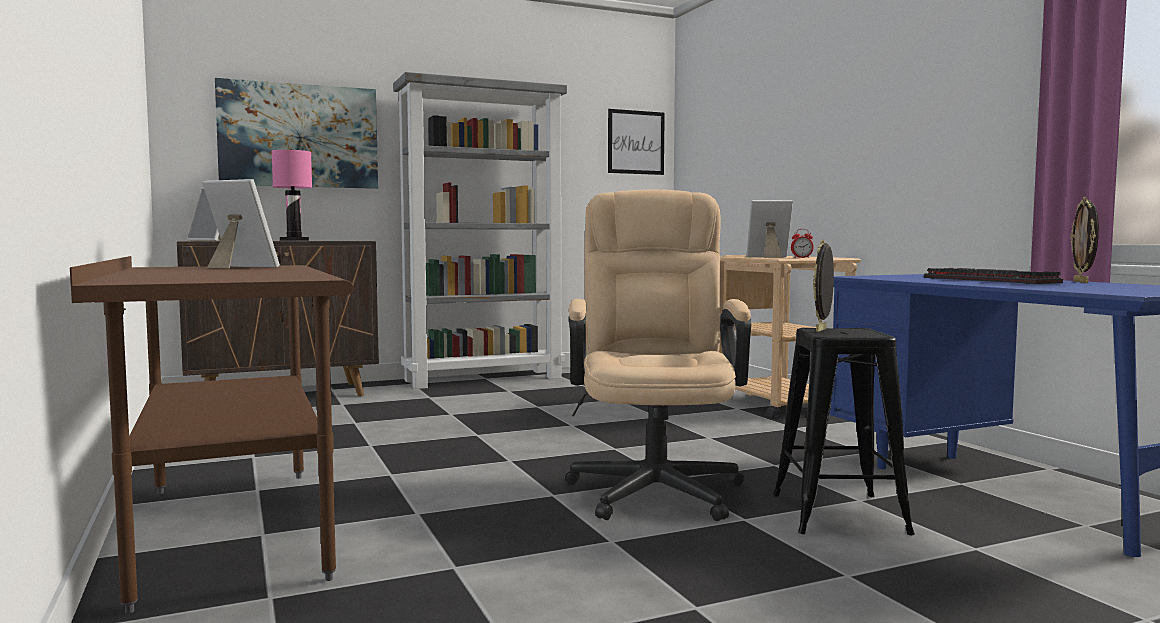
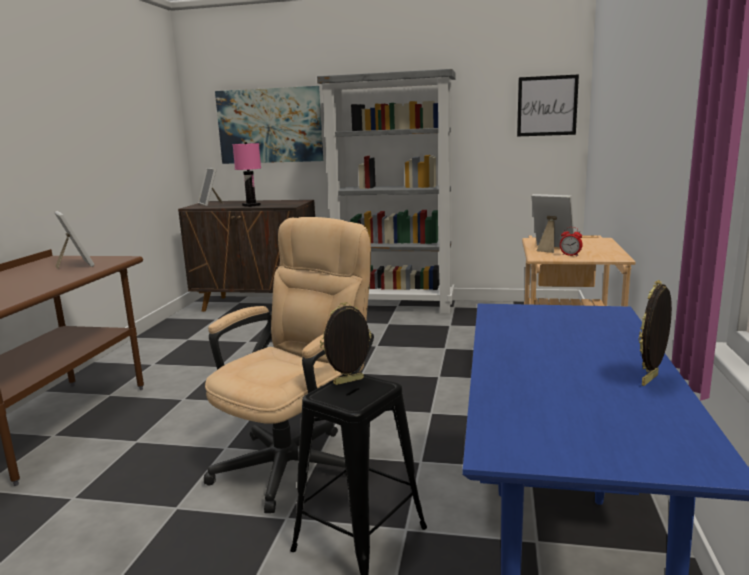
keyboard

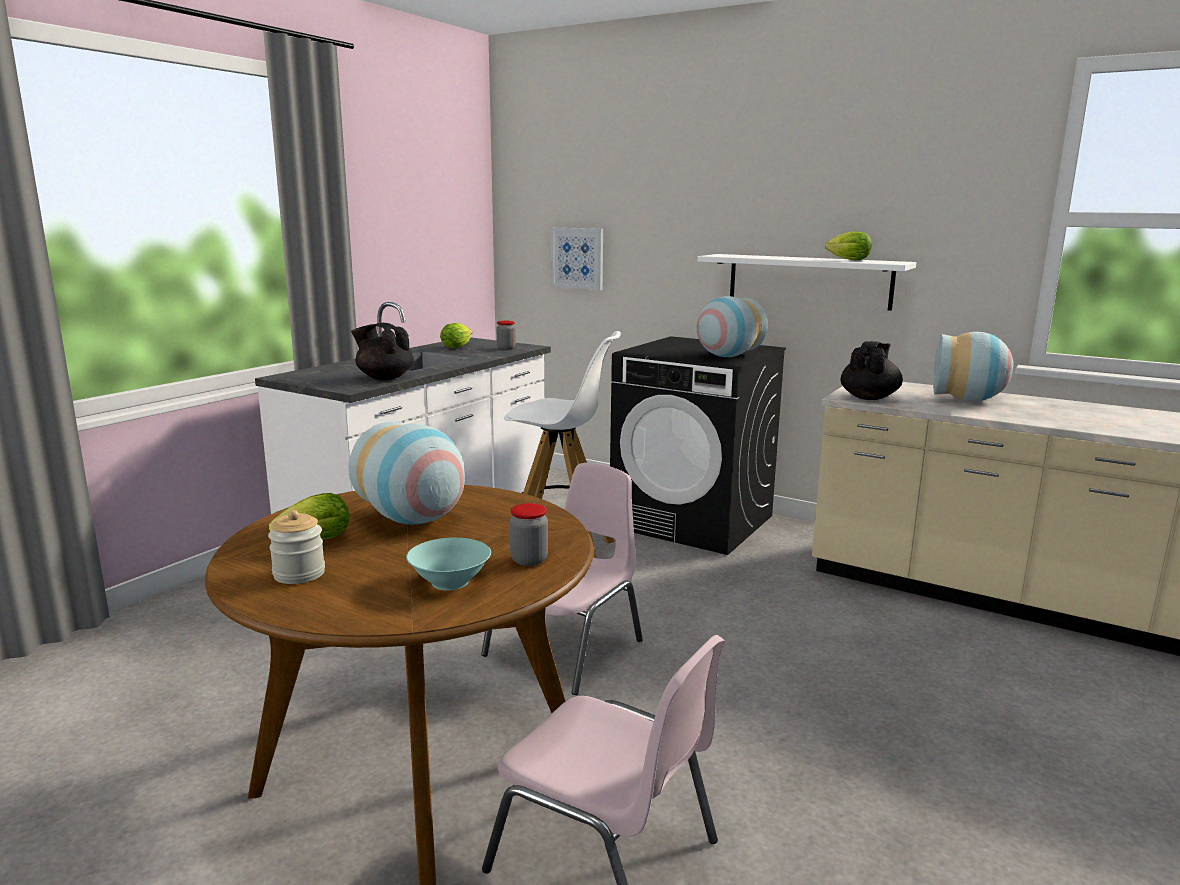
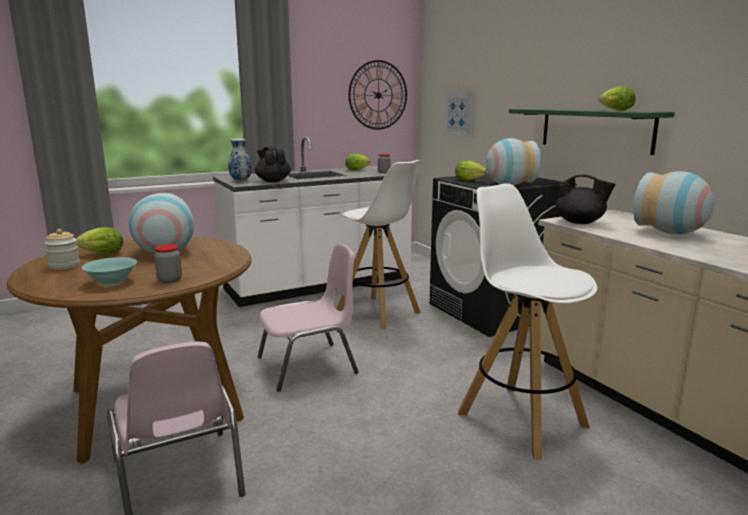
shelf (green)
teapot (black) (2nd from left)
vase (2nd from left)
wall clock
lettuce (3rd from left)
stool (white) (2nd from left)

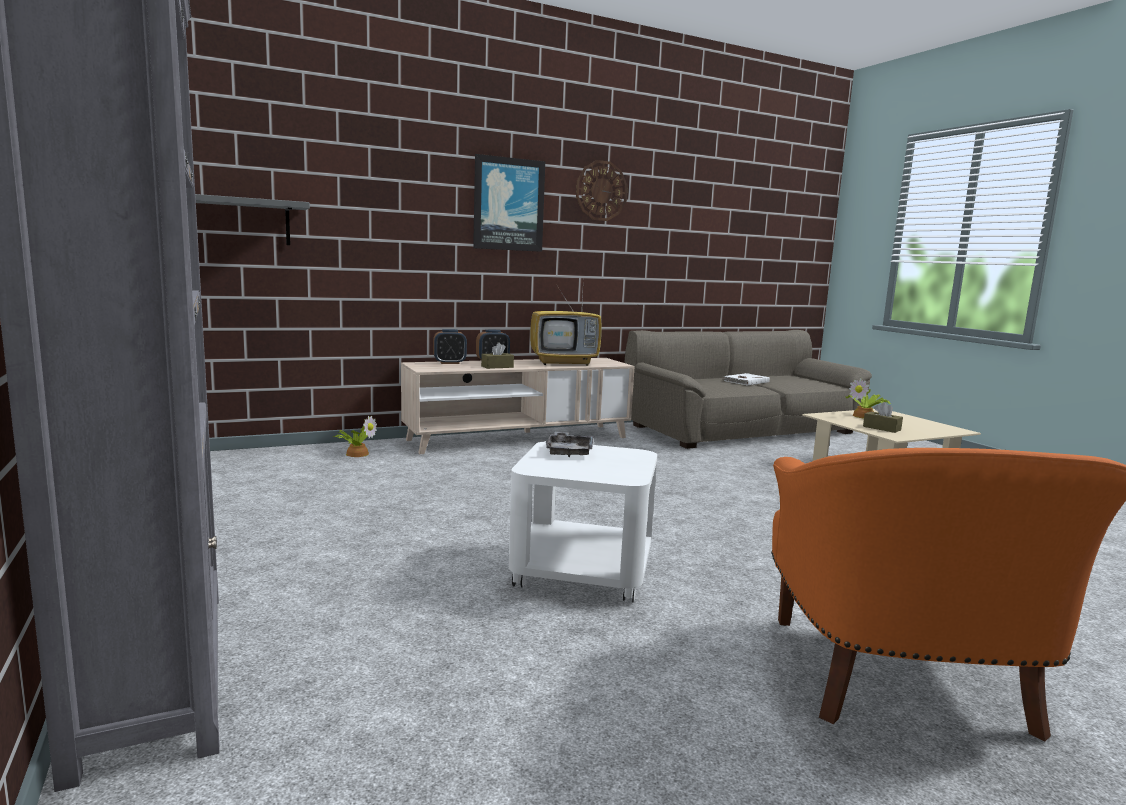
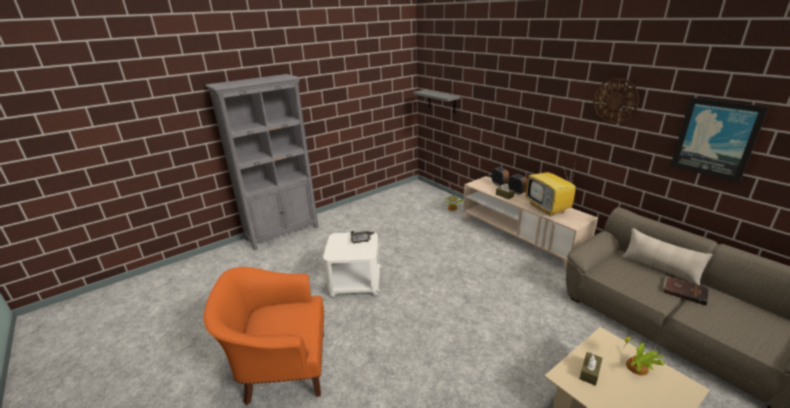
picture
book (brown)
pillow (beige)

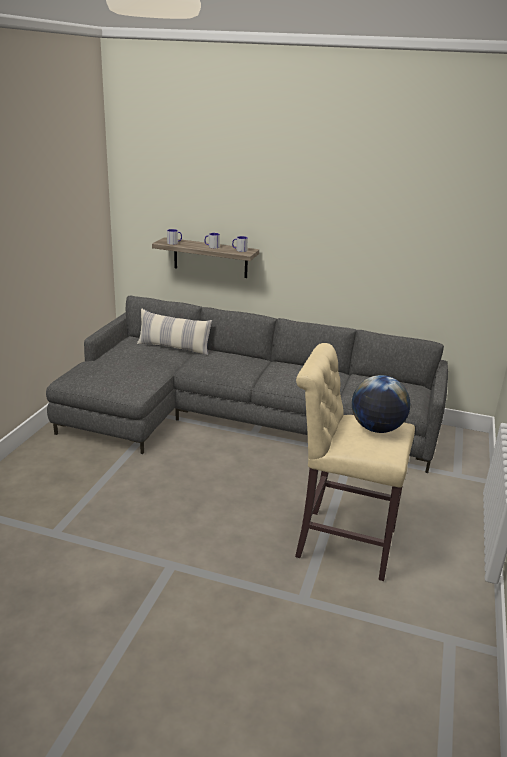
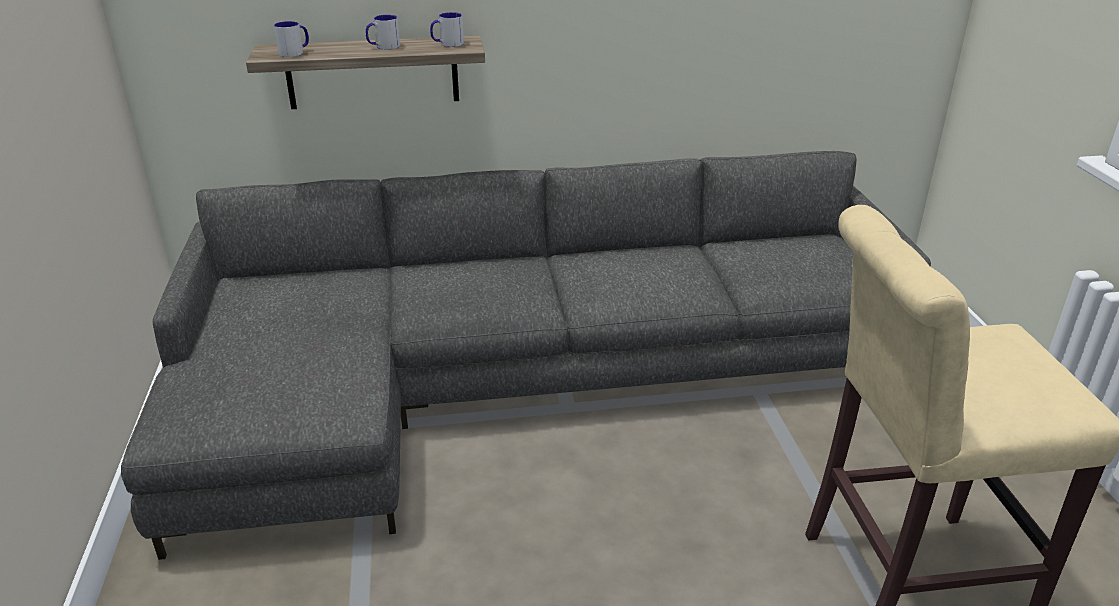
pillow
globe

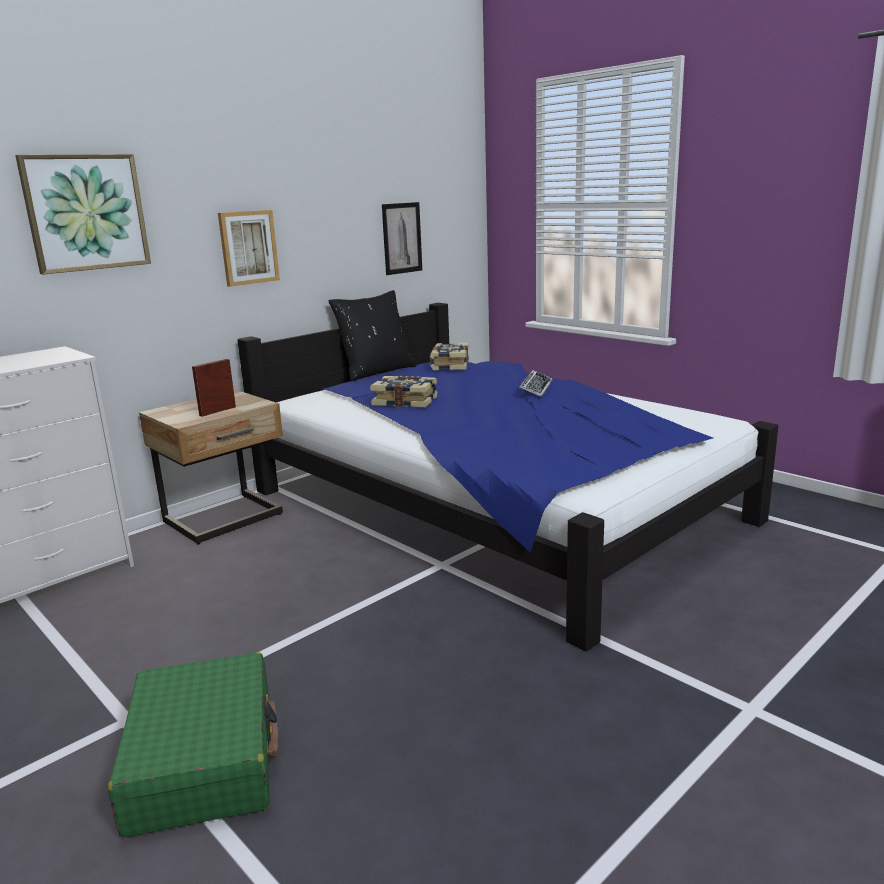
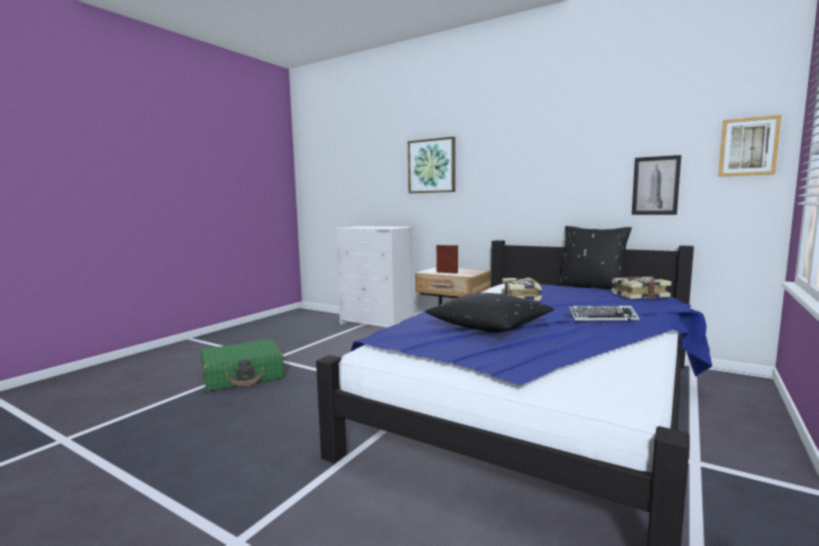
picture (3rd from left)
pillow (black) (1st from left)

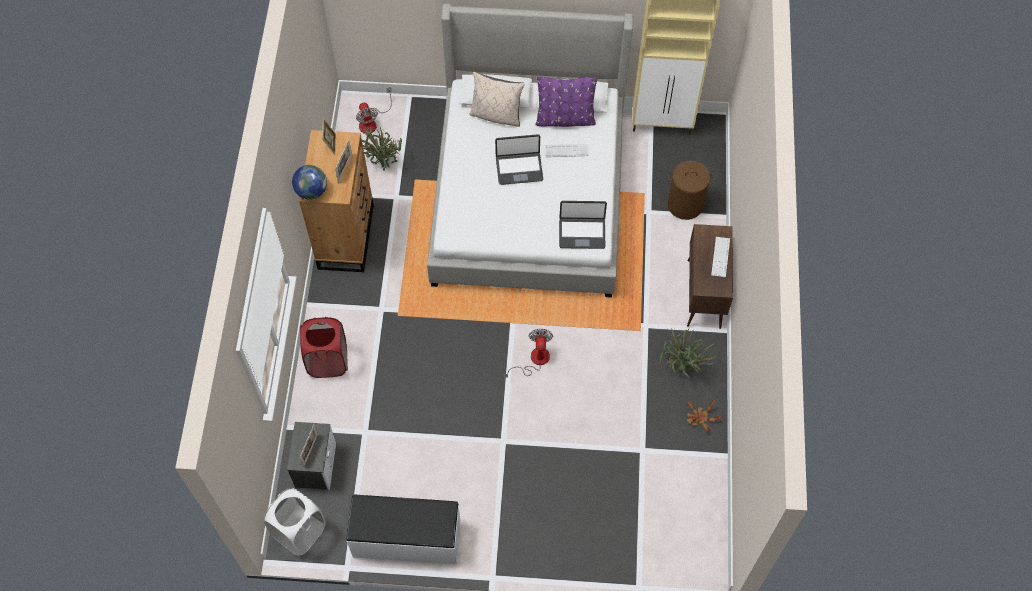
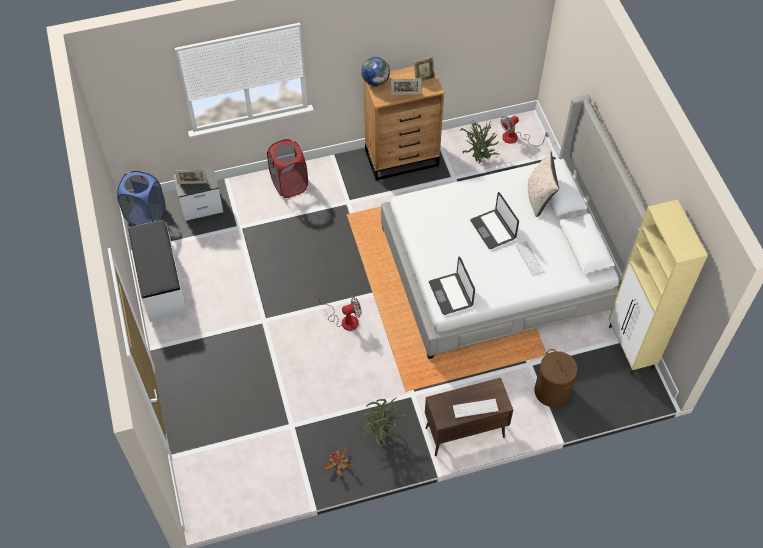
laundry basket (blue)
pillow (purple)

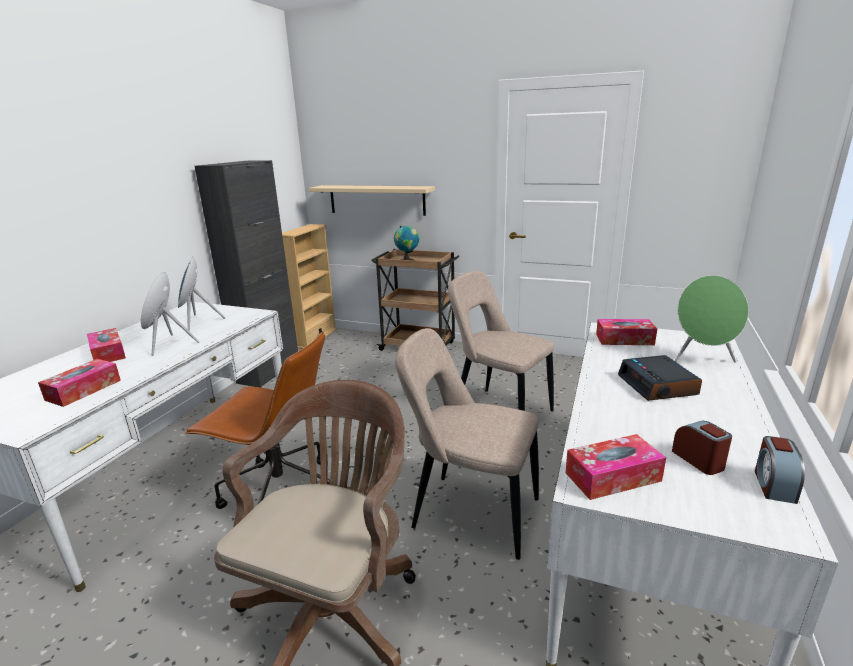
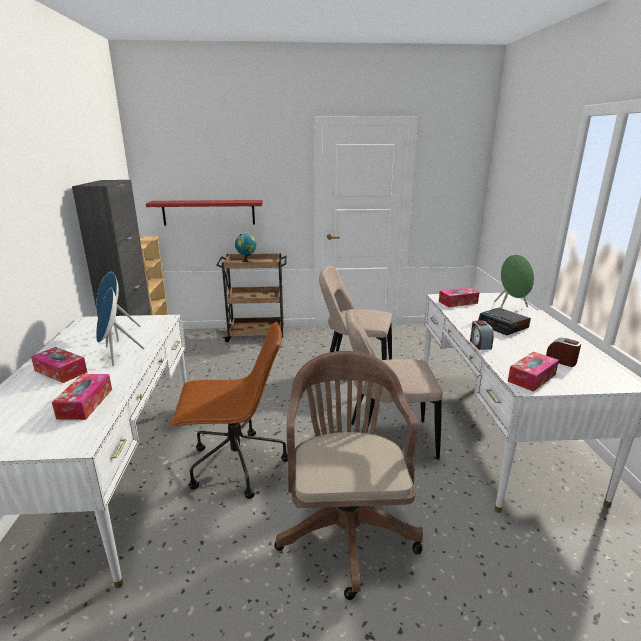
shelf (red)
alarm clock (1st from left)

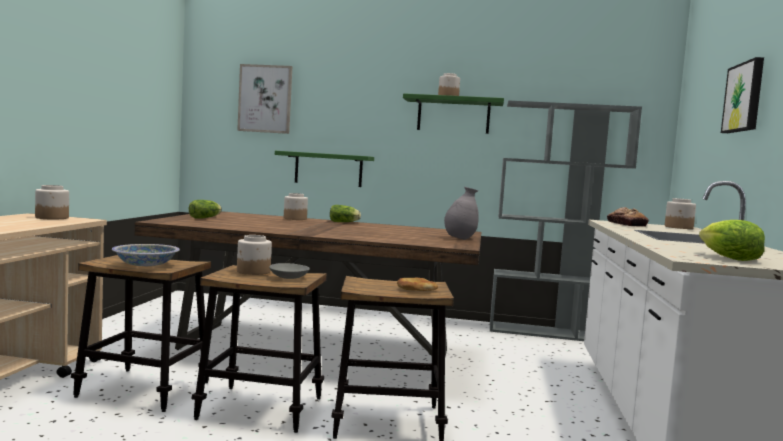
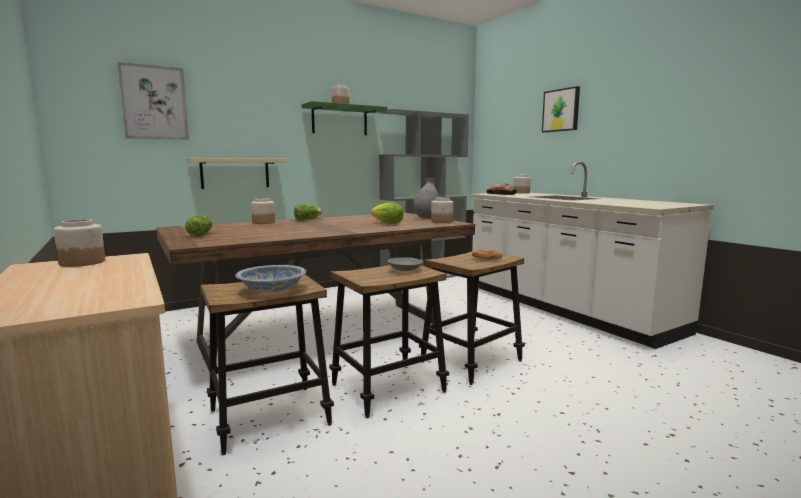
jar (4th from left)
shelf (beige)
lettuce (3rd from left)

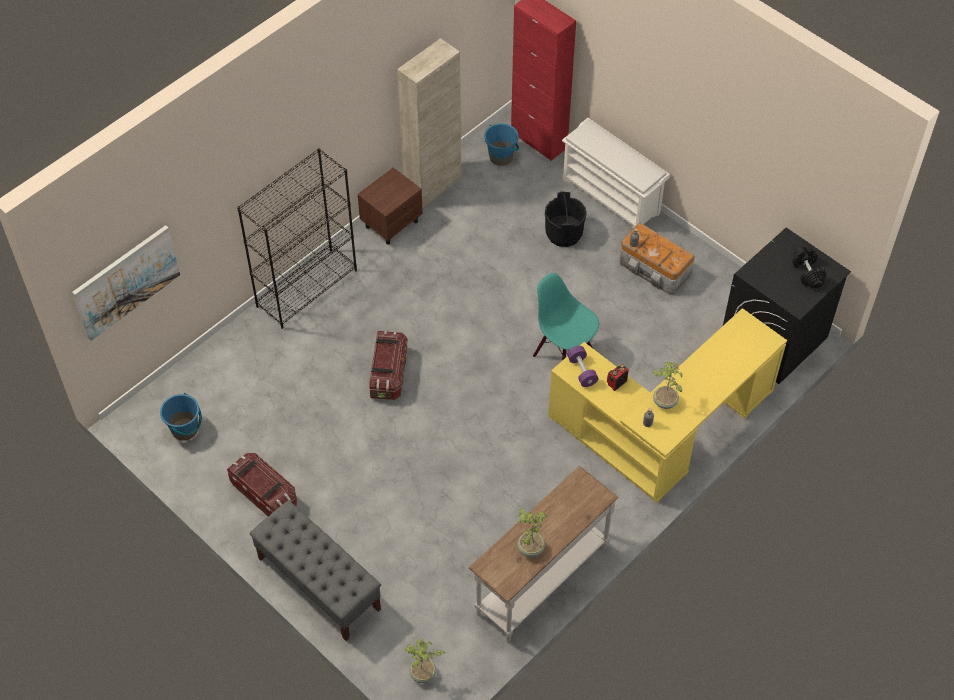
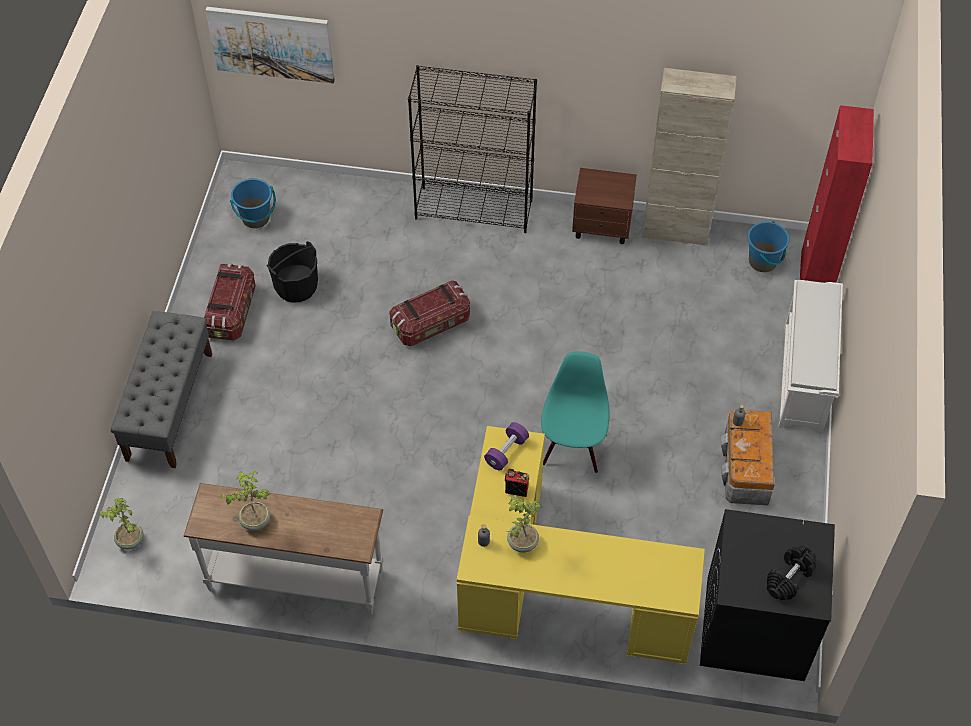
bucket (black)

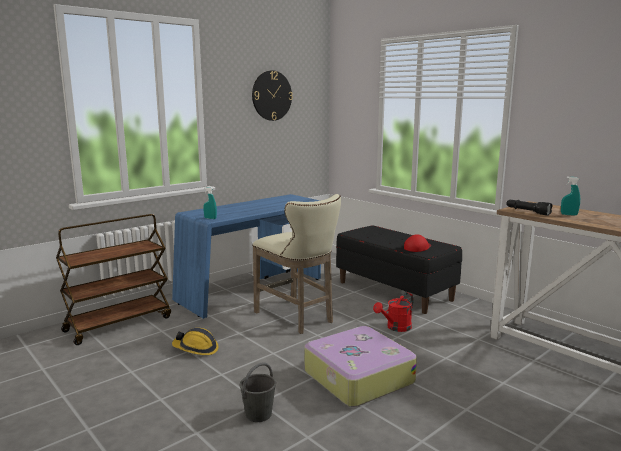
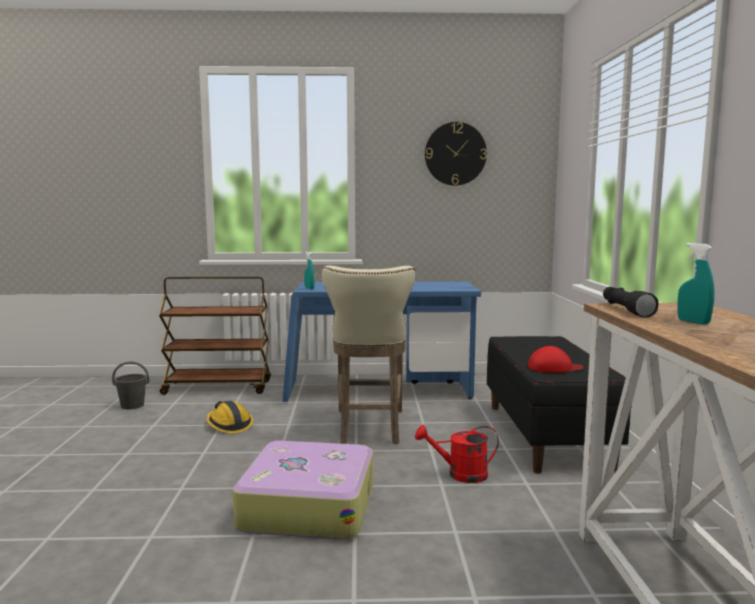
bucket (grey)

